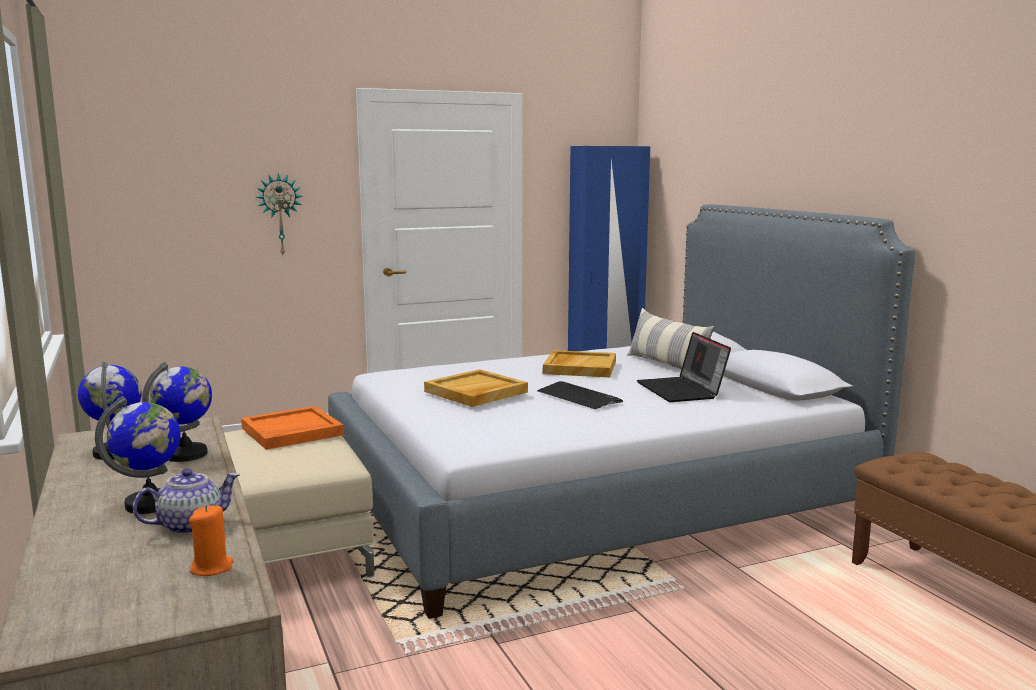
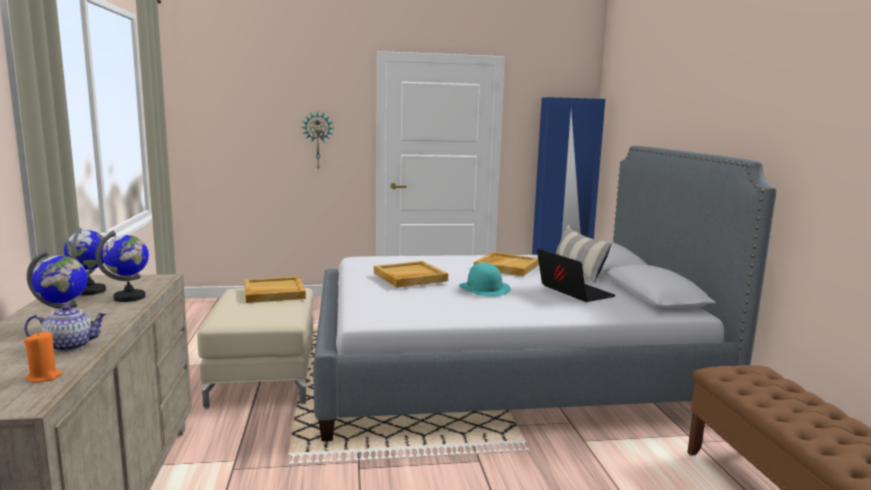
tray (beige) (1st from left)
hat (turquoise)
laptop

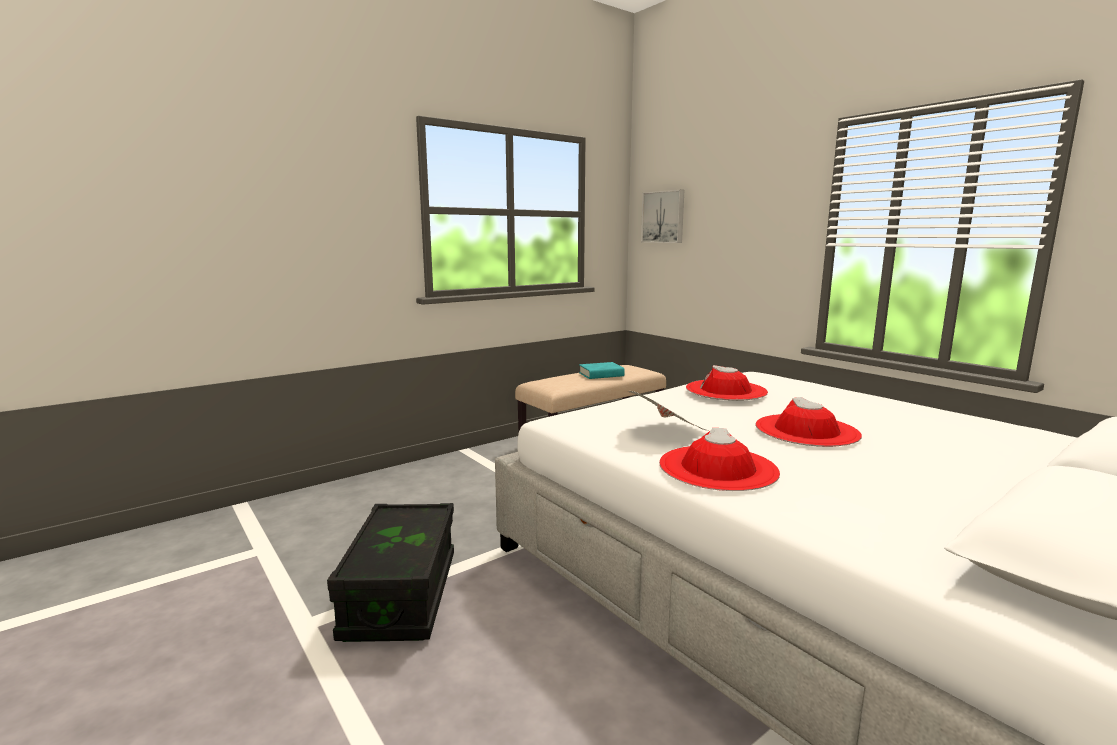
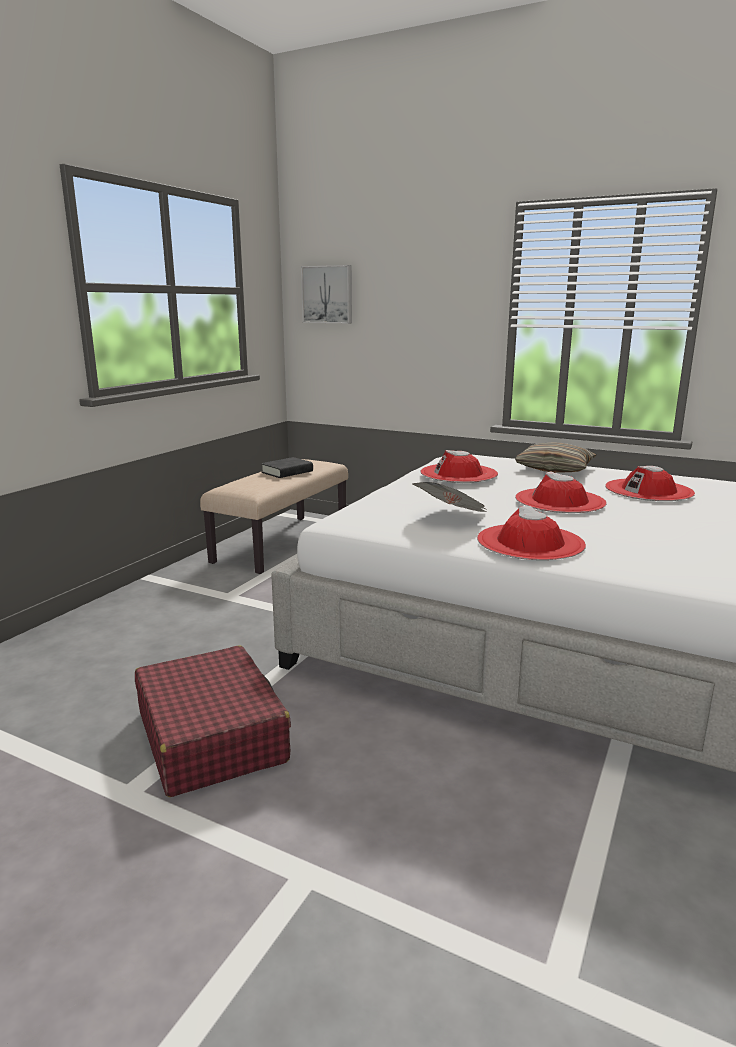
suitcase (red)
book (black)
pillow
hat (red) (4th from left)

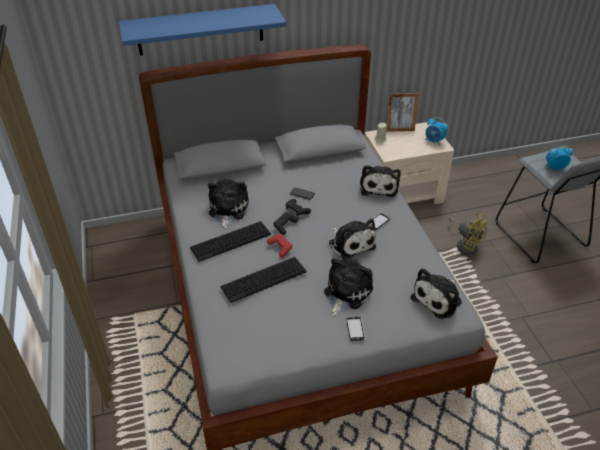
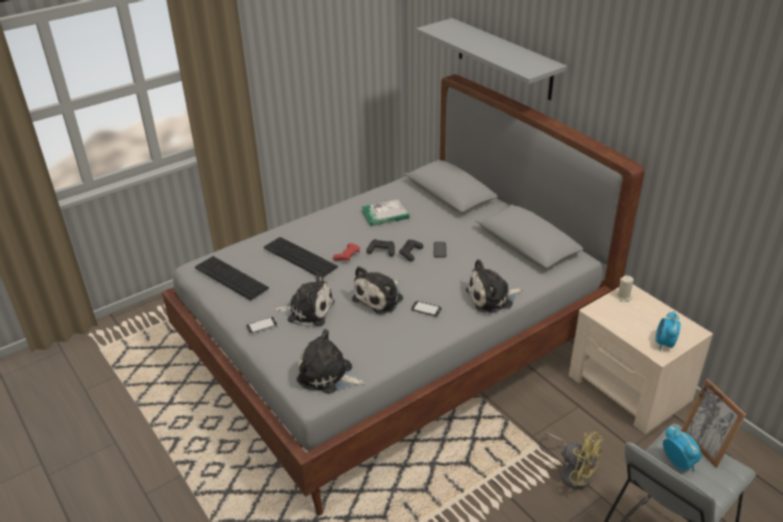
shelf (grey)
keyboard (1st from left)
book
picture frame
fan (yellow)

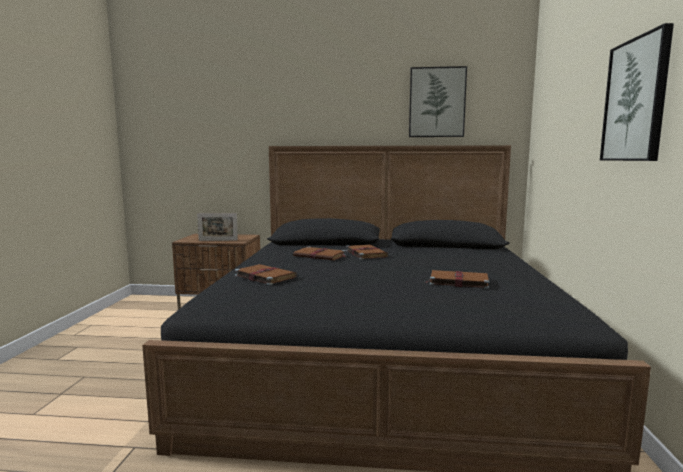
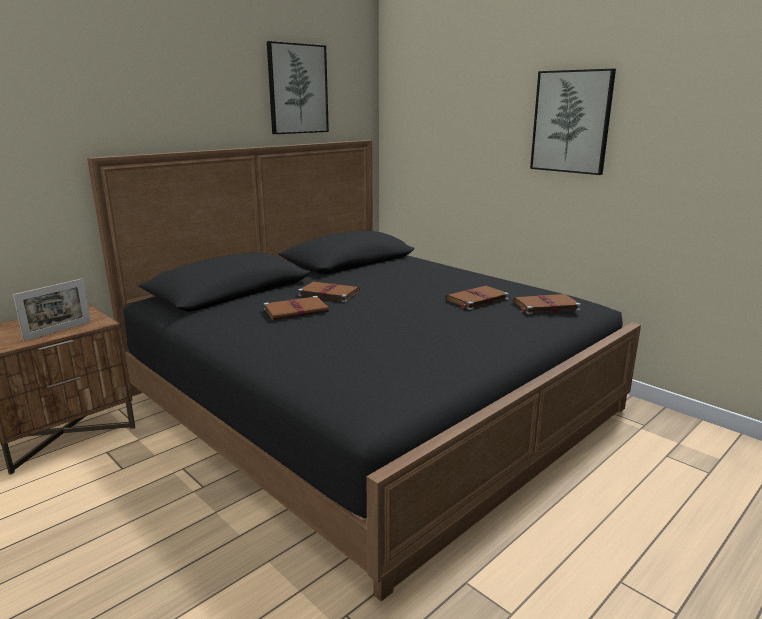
book (brown) (4th from left)

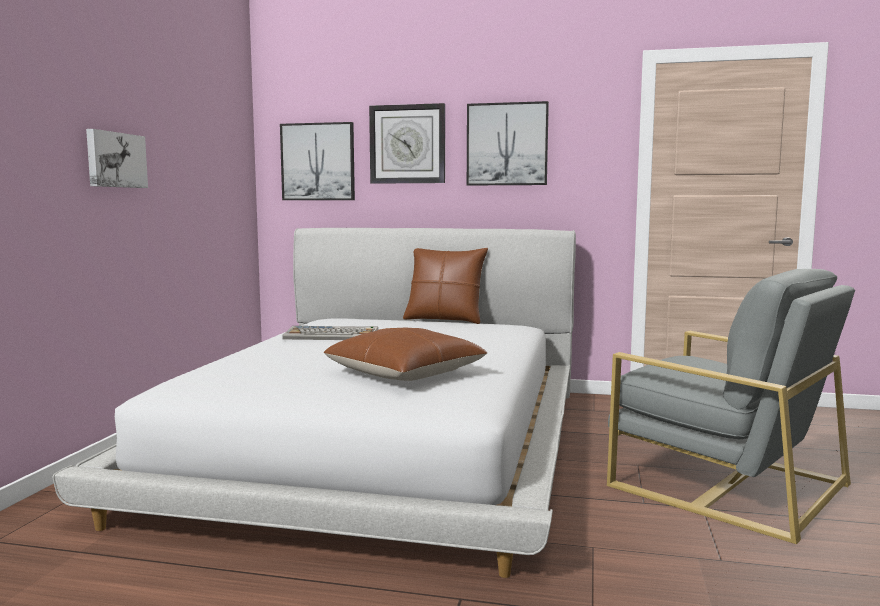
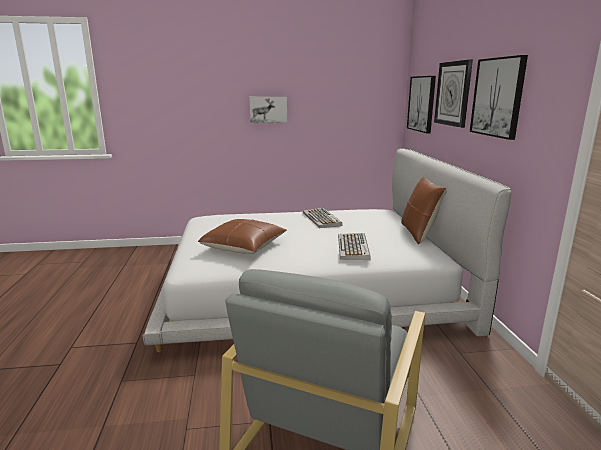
keyboard (2nd from left)

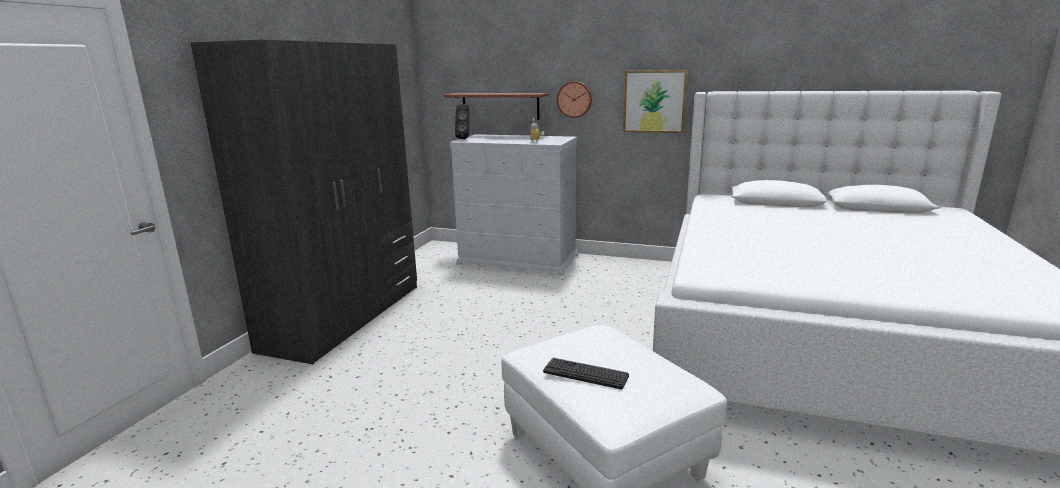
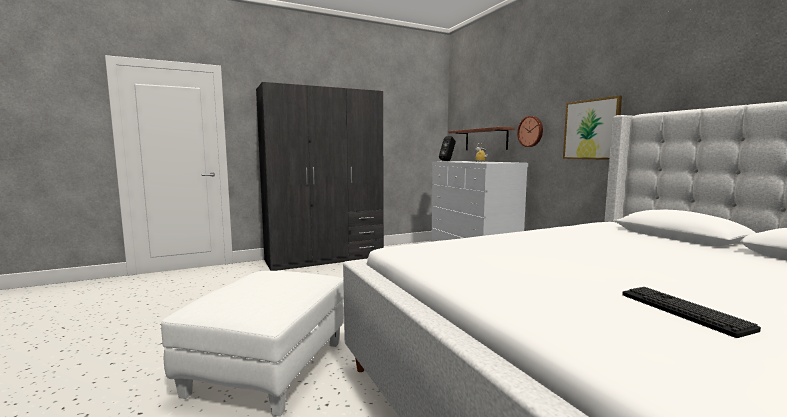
keyboard

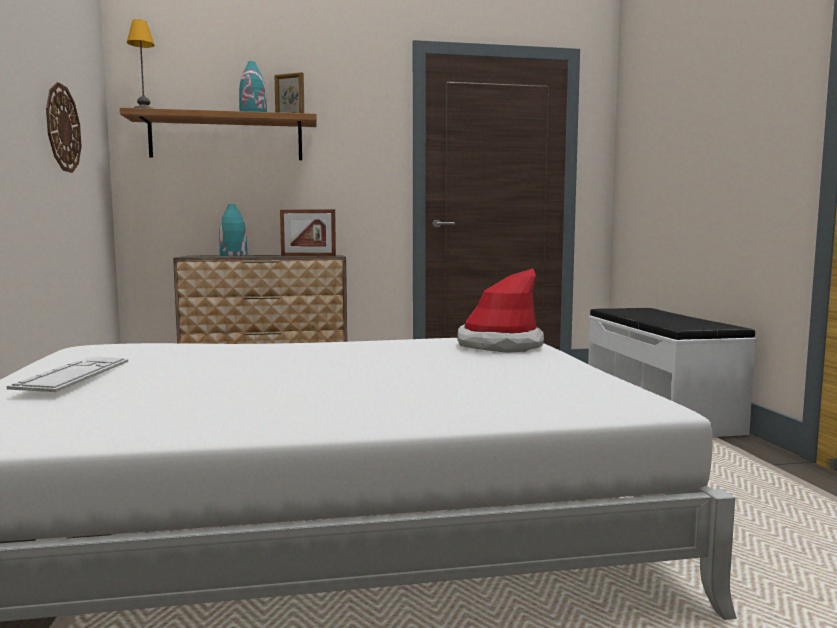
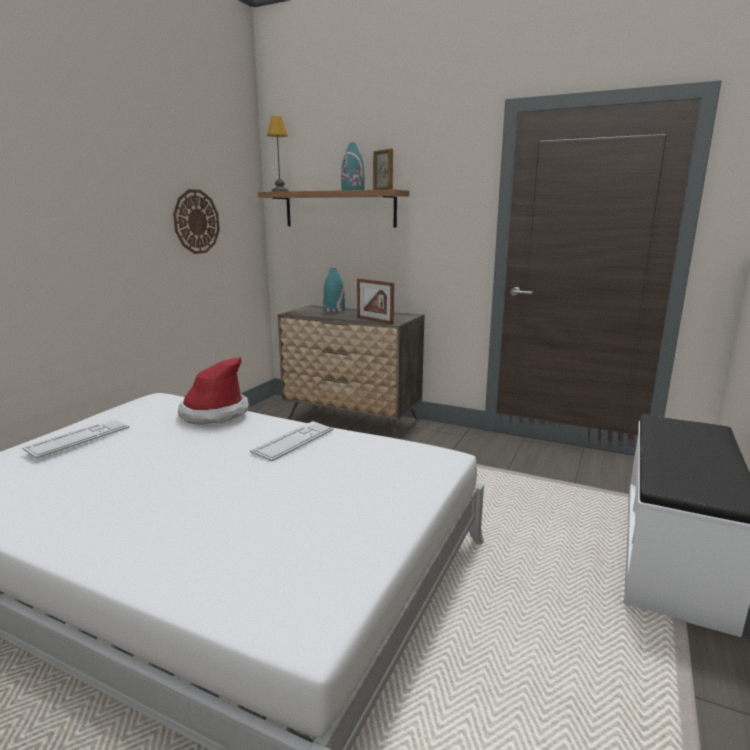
hat
keyboard (2nd from left)

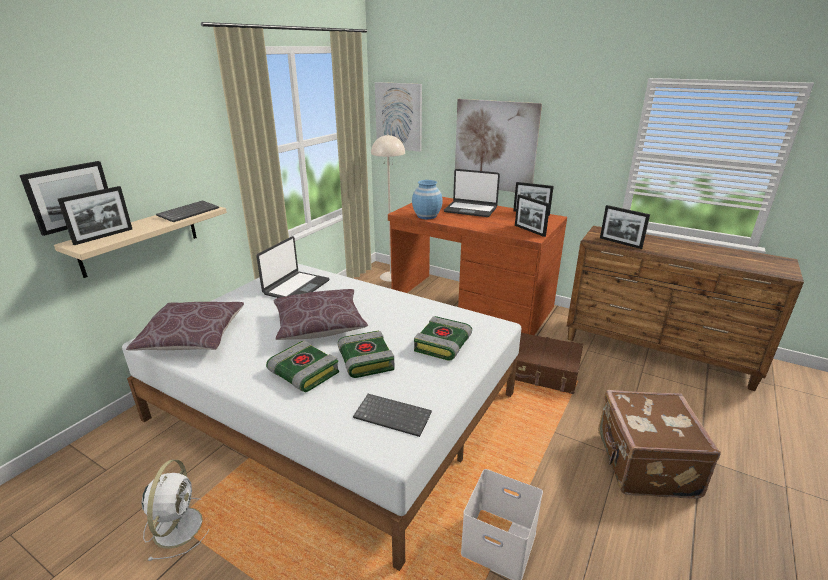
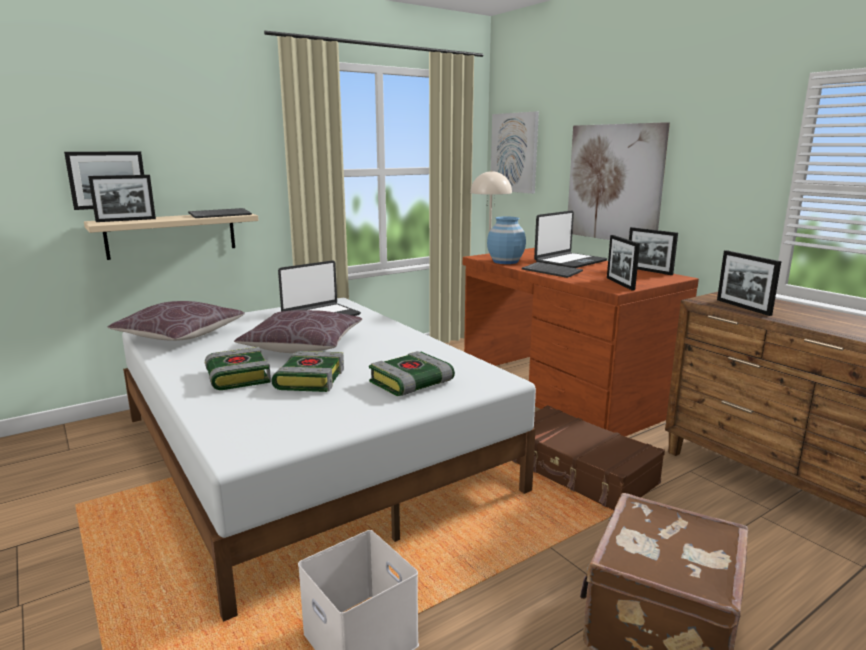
fan (white)
keyboard (2nd from left)
laptop (2nd from left)

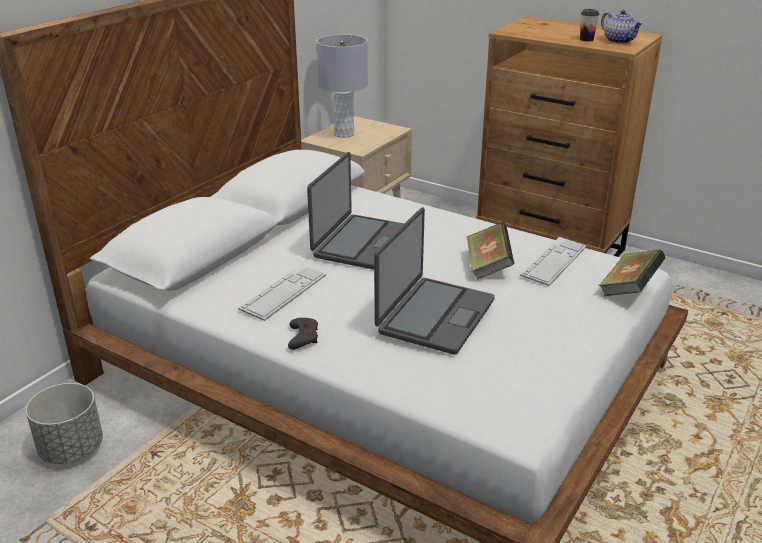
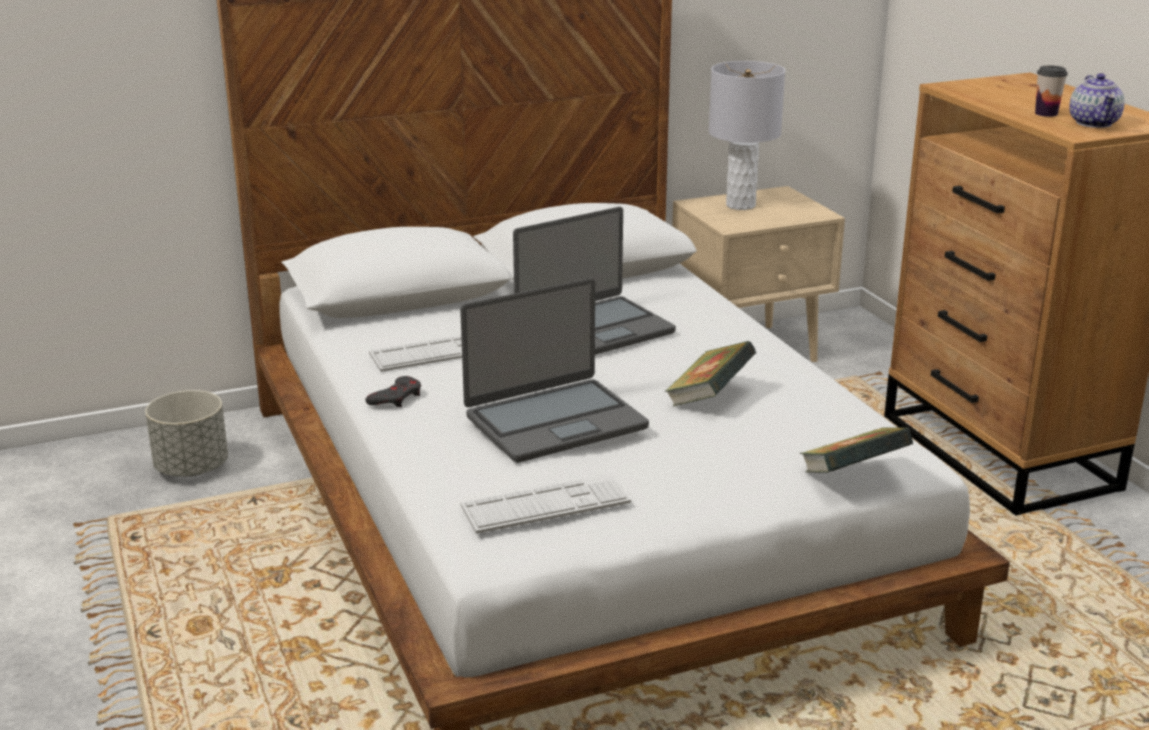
keyboard (2nd from left)

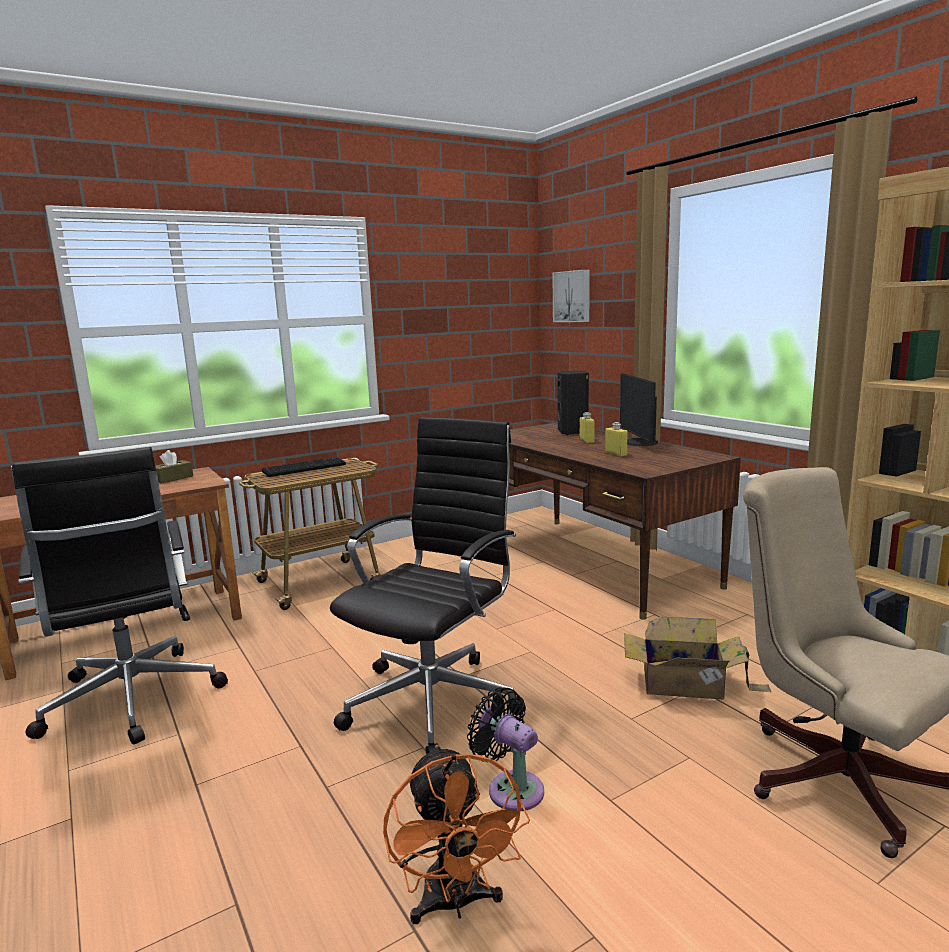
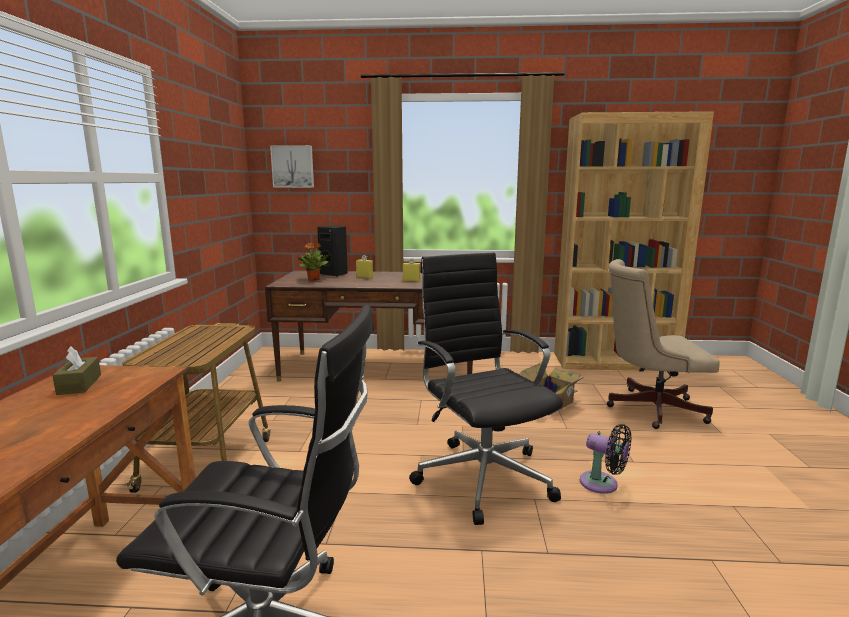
keyboard
fan (orange)
fan (black)
monitor
potted plant

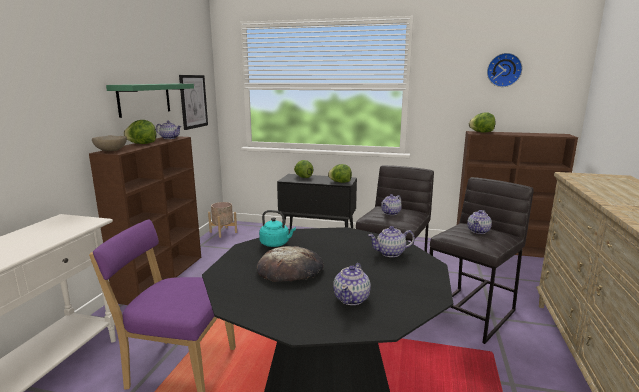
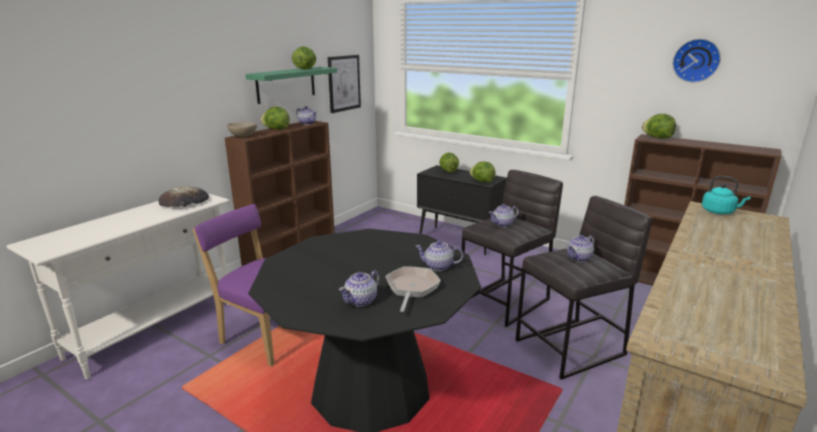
planter (beige)
bread
kettle (turquoise)
lettuce (2nd from left)
frying pan

